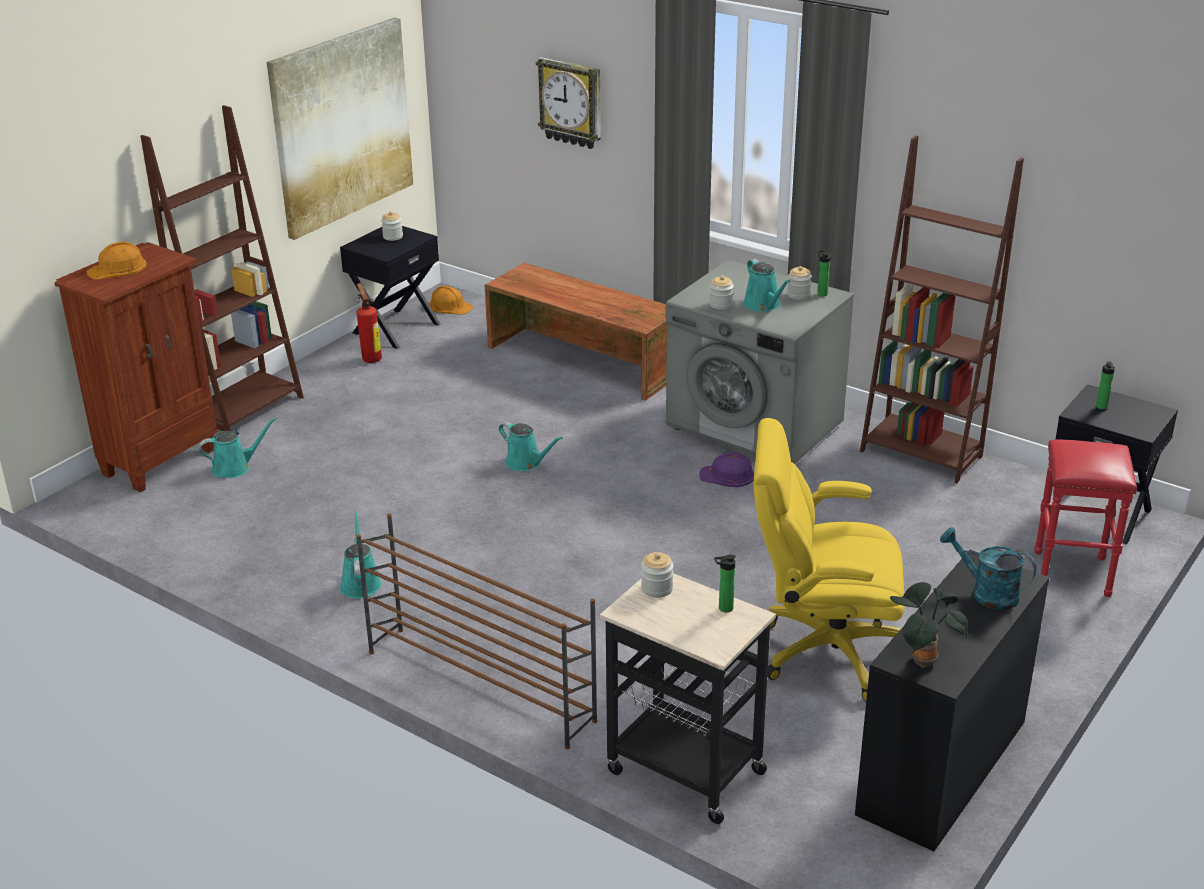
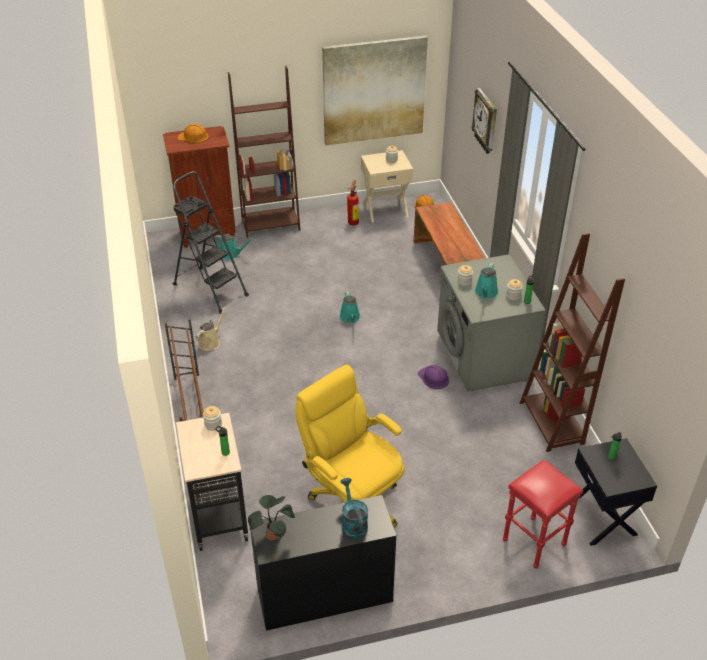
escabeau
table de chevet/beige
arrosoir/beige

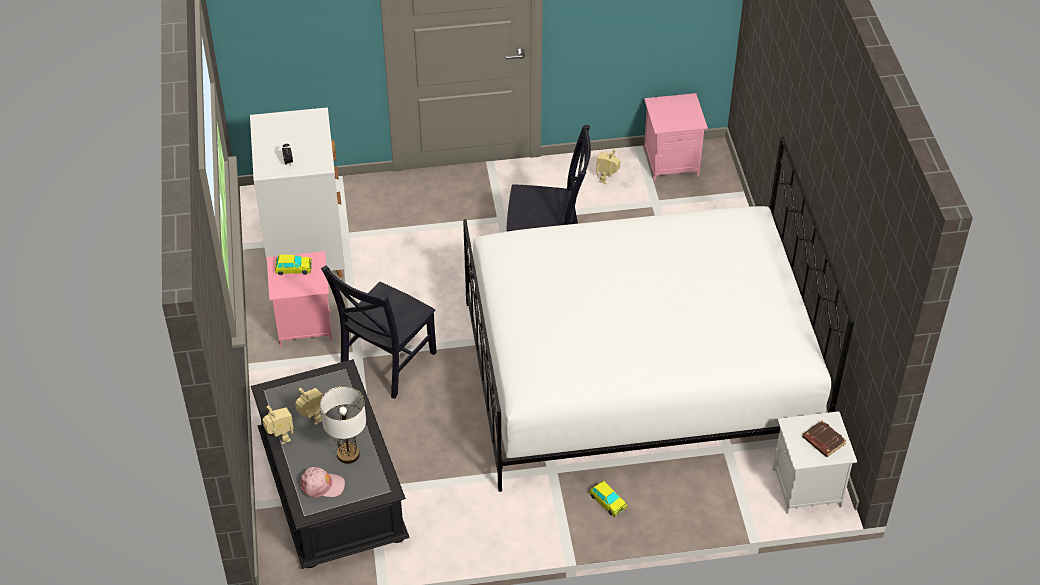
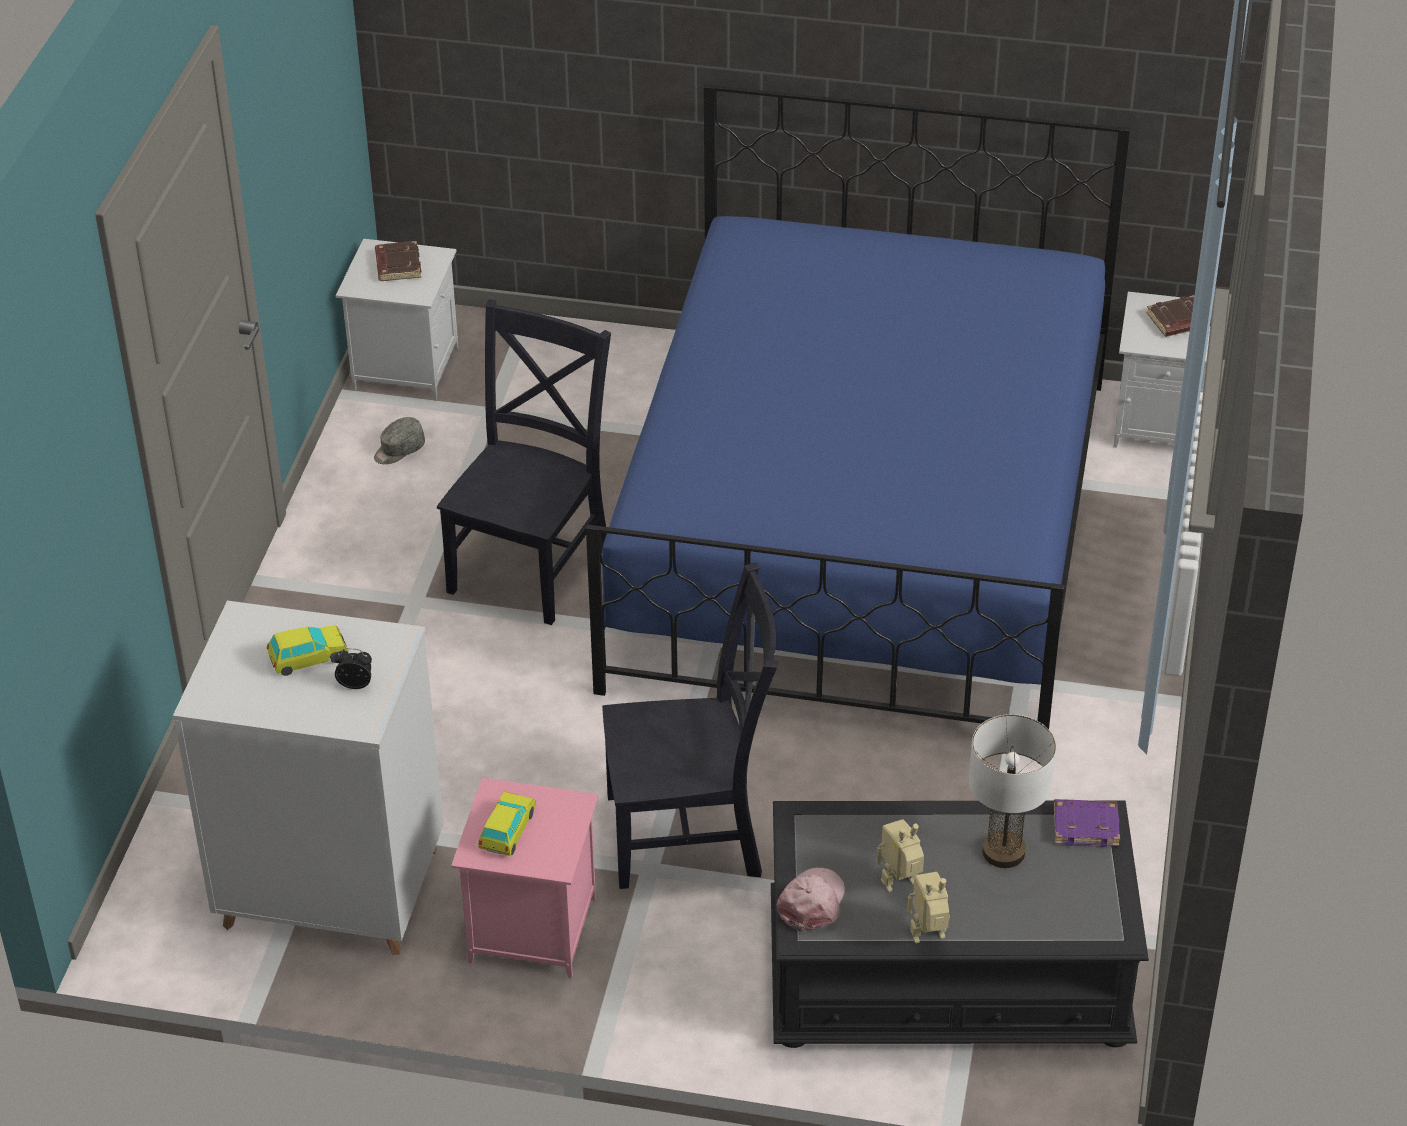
livre/marron (no. 1 from left)
livre/violet
casquette/rose
petite voiture (no. 1 from left)
casquette/gris
lit/bleu
table de chevet/gris (no. 1 from left)
chaise/noir (no. 2 from left)

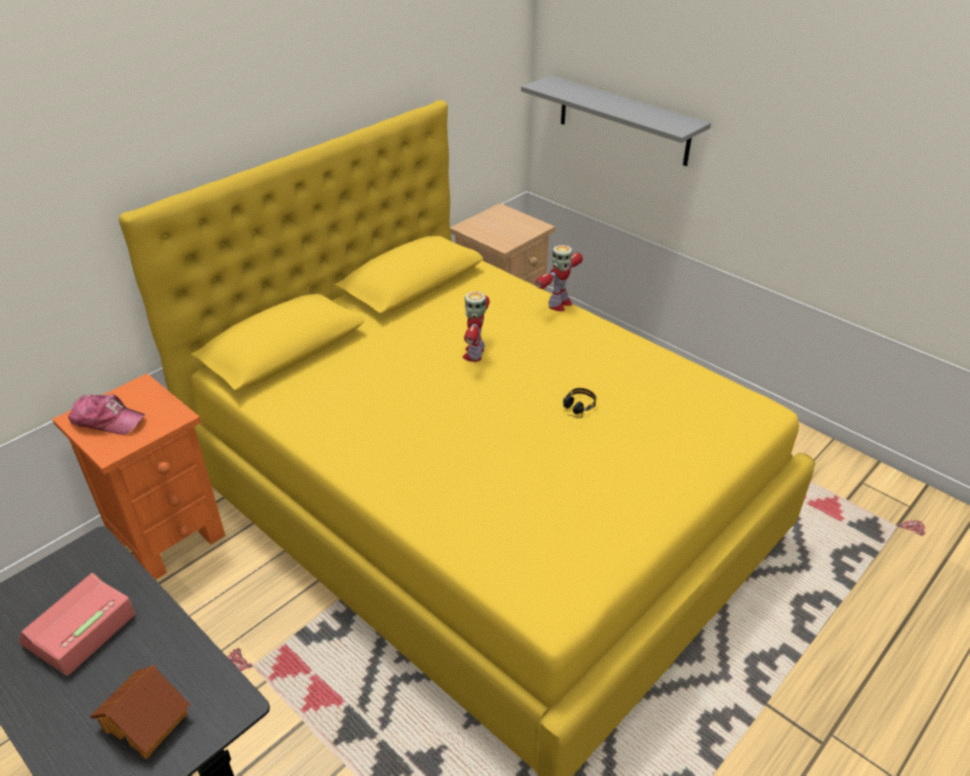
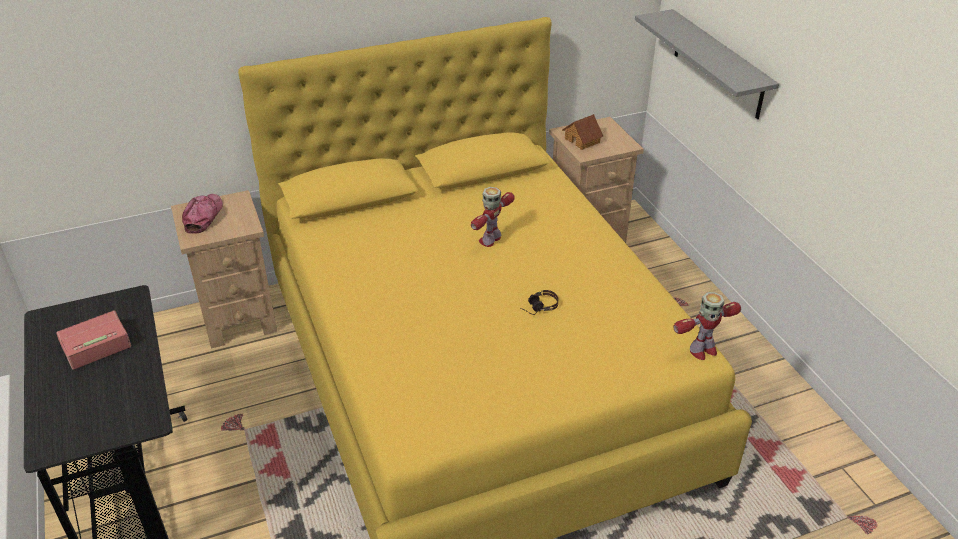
maison miniature
robot jouet (no. 2 from left)
table de chevet/beige (no. 1 from left)
casquette

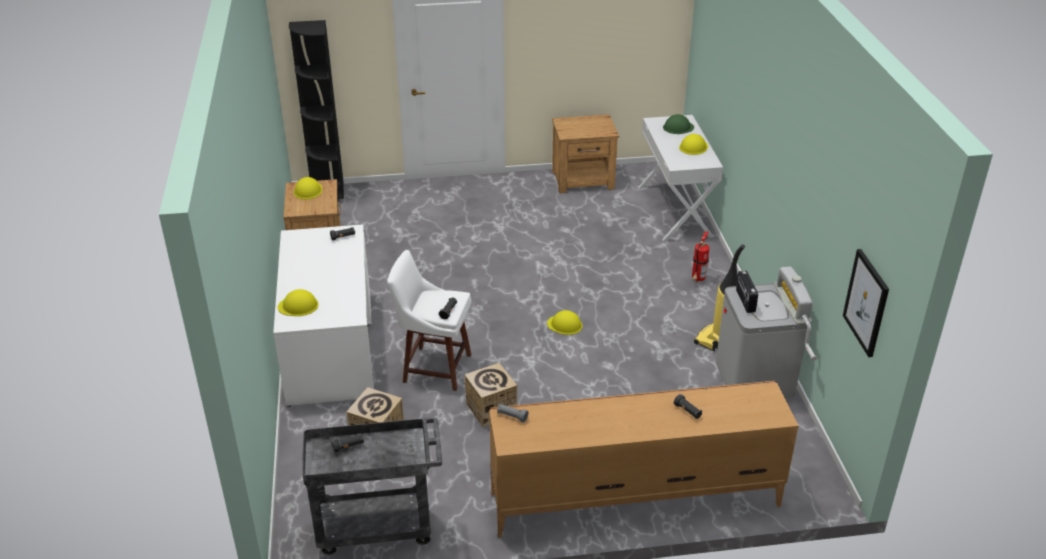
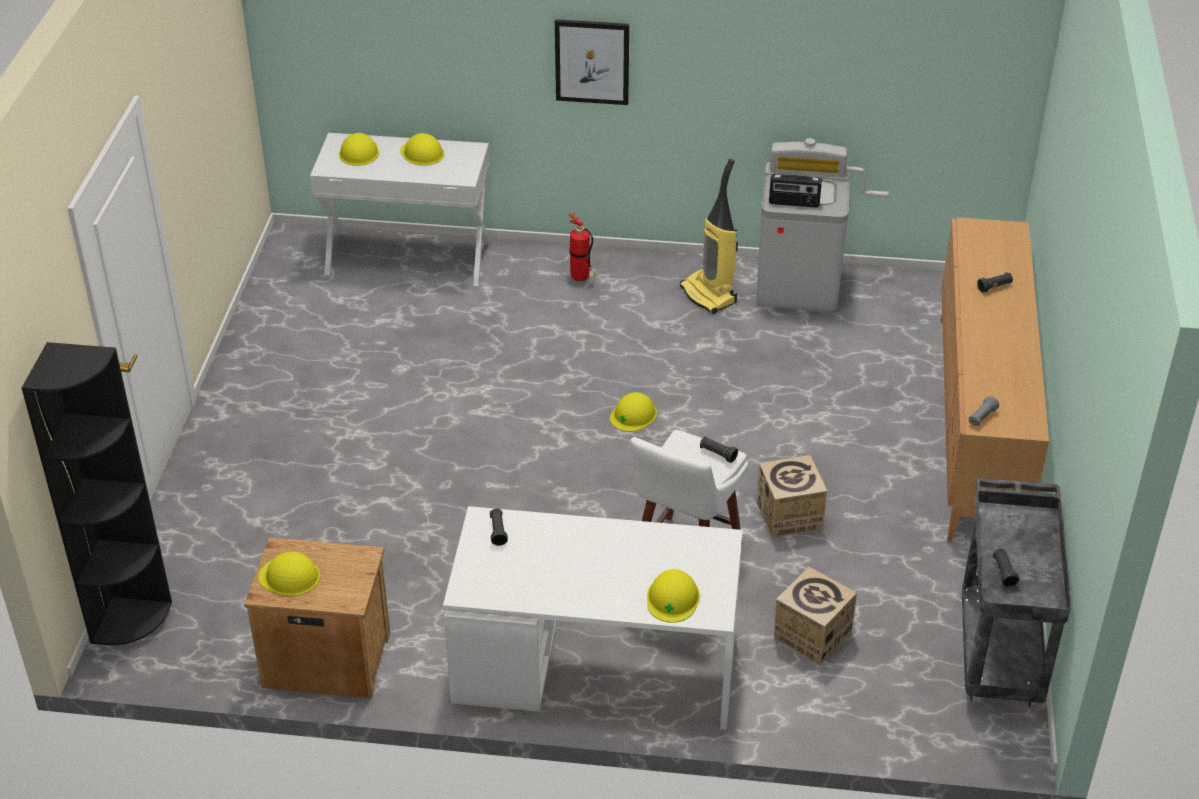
table de chevet/marron (no. 2 from left in the first image)
tableau
casque de chantier/jaune (no. 2 from left)

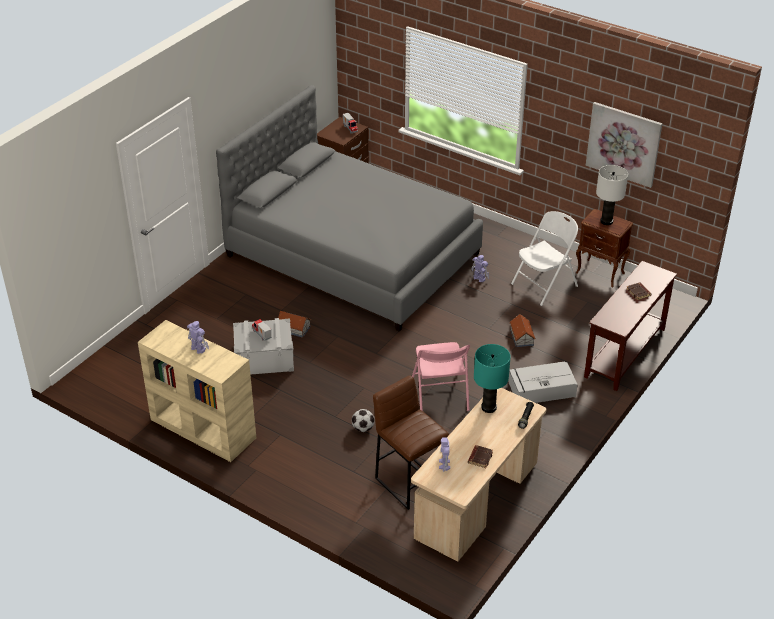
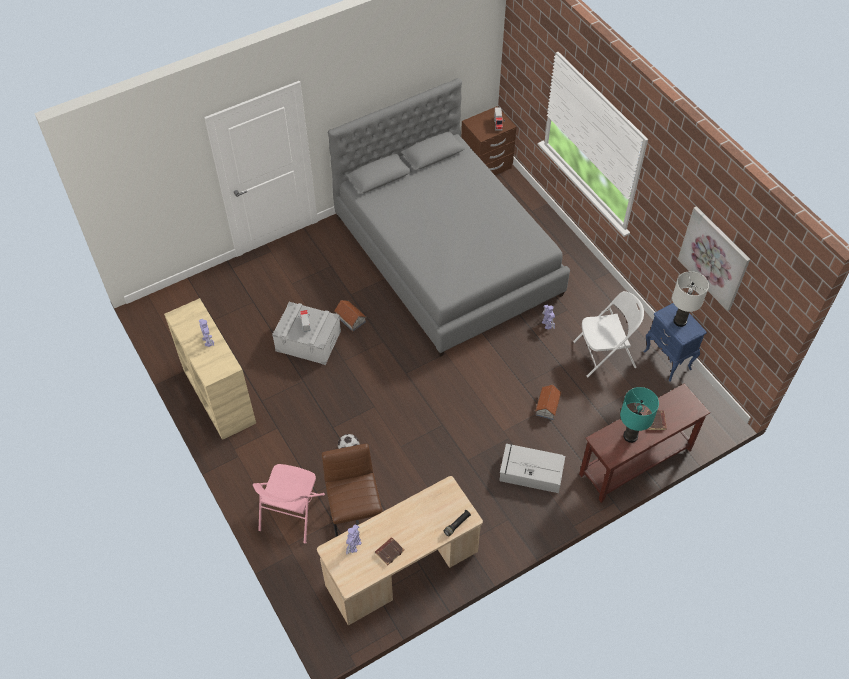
chaise/rose
lampe de table/turquoise
table de chevet/bleu

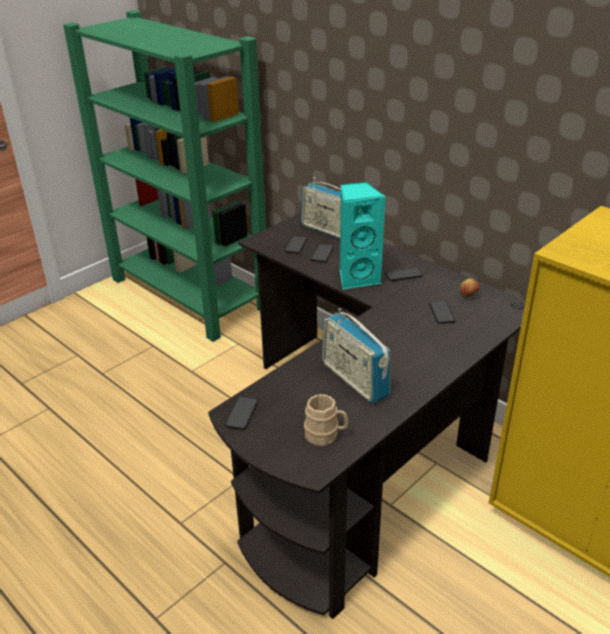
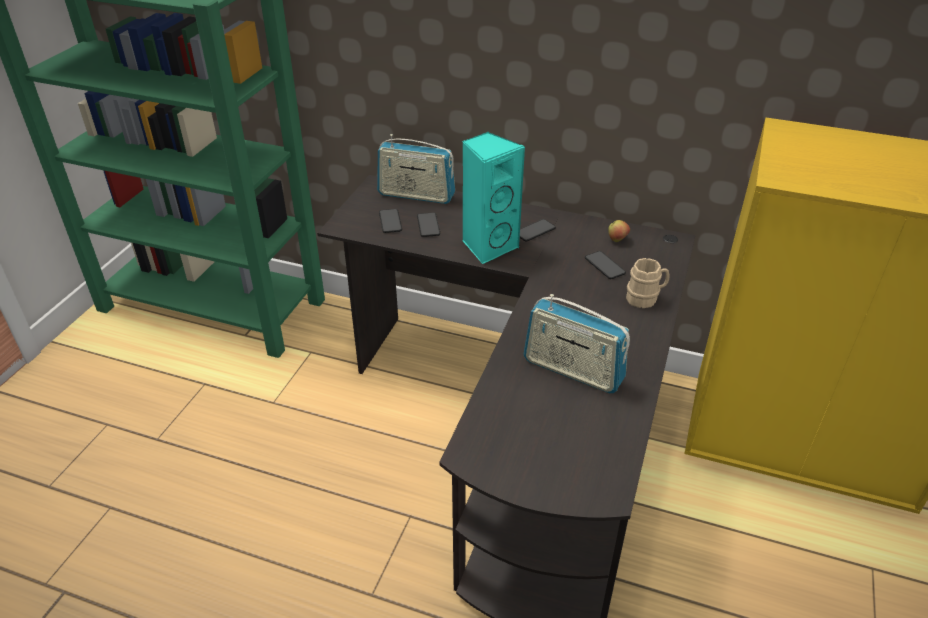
téléphone (no. 1 from left in the first image)
mug/beige

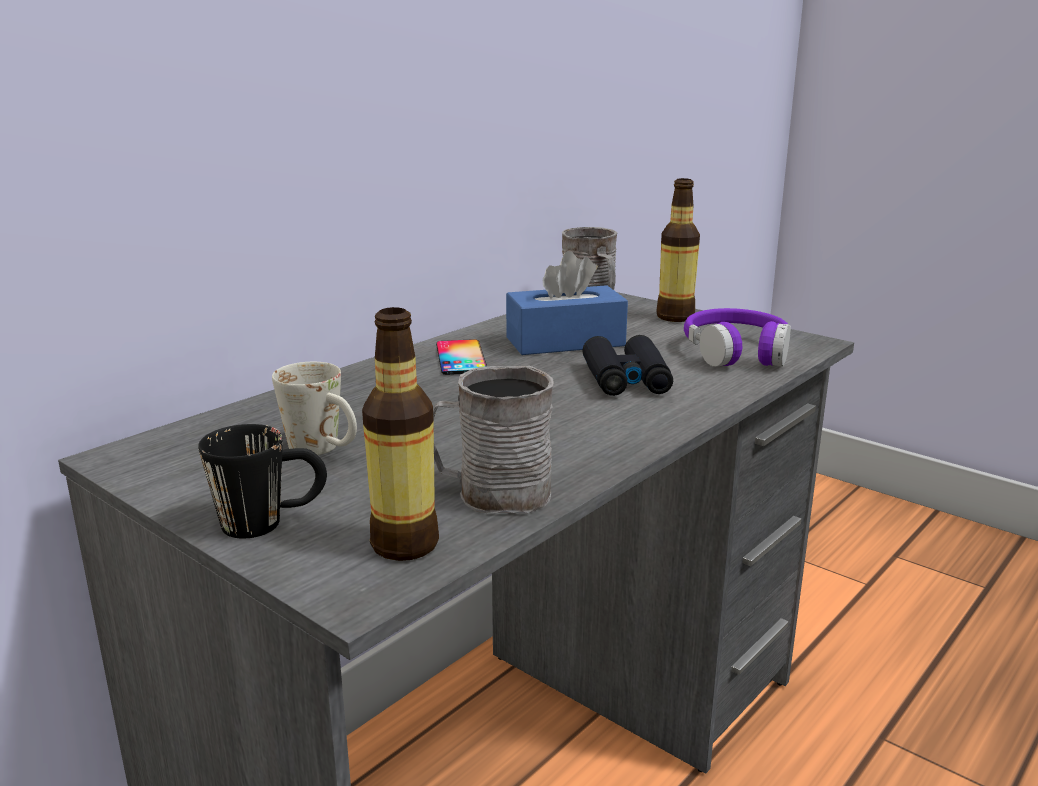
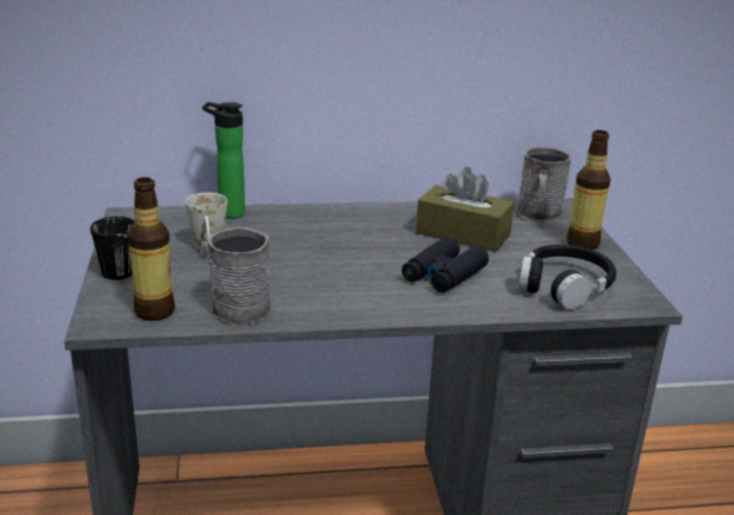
téléphone
bouteille (no. 2 from left)
boîte à mouchoirs/marron
casque audio/noir

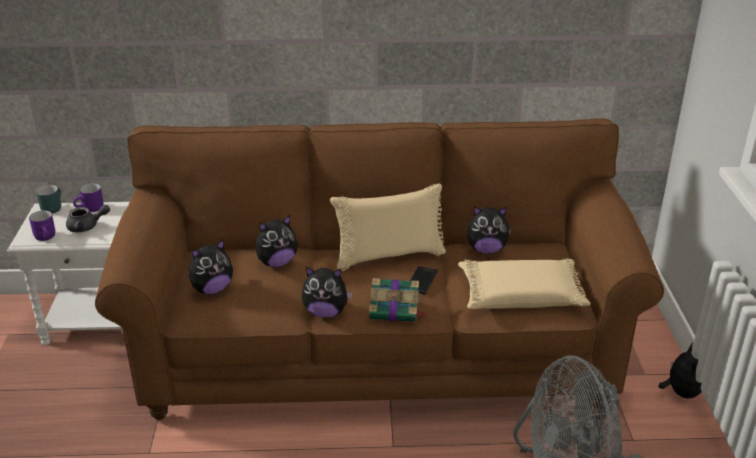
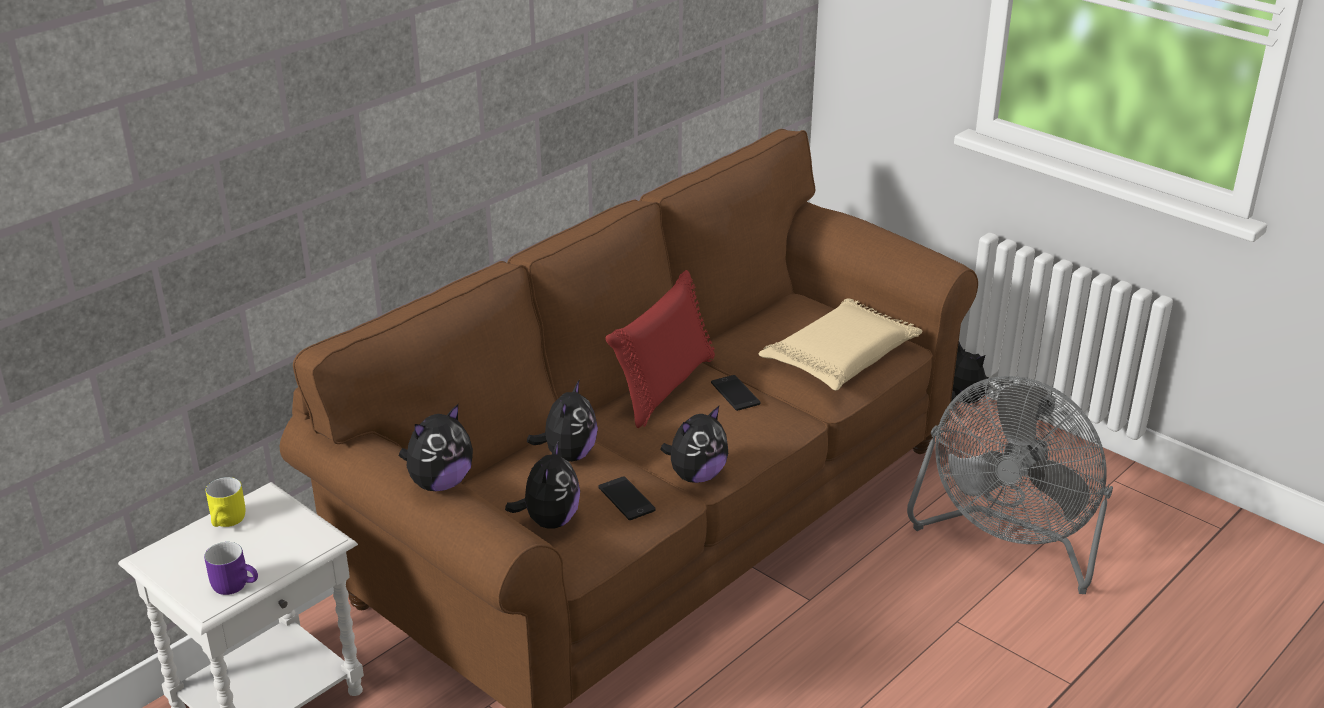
mug/turquoise
théière/gris
livre
téléphone (no. 1 from left)
peluche (no. 1 from left)
mug/jaune
coussin/rouge

